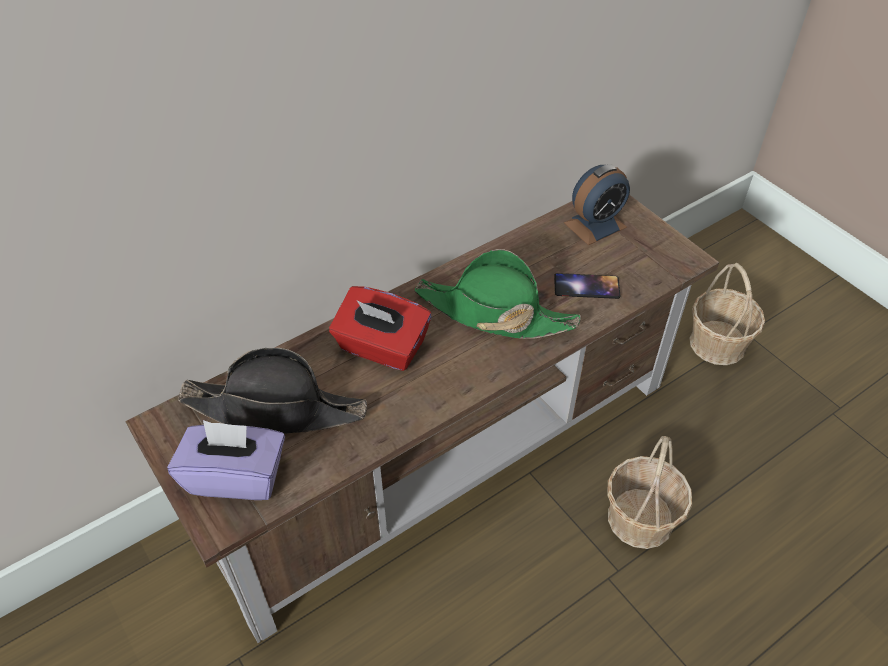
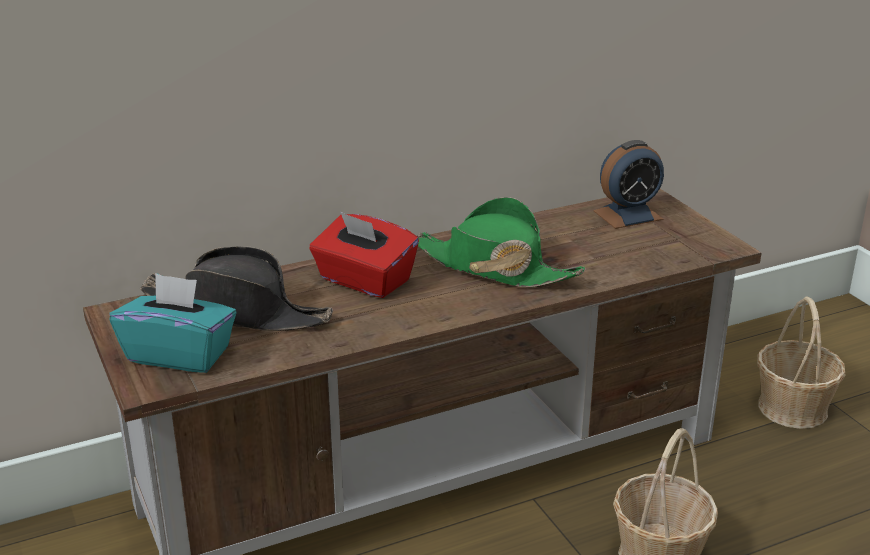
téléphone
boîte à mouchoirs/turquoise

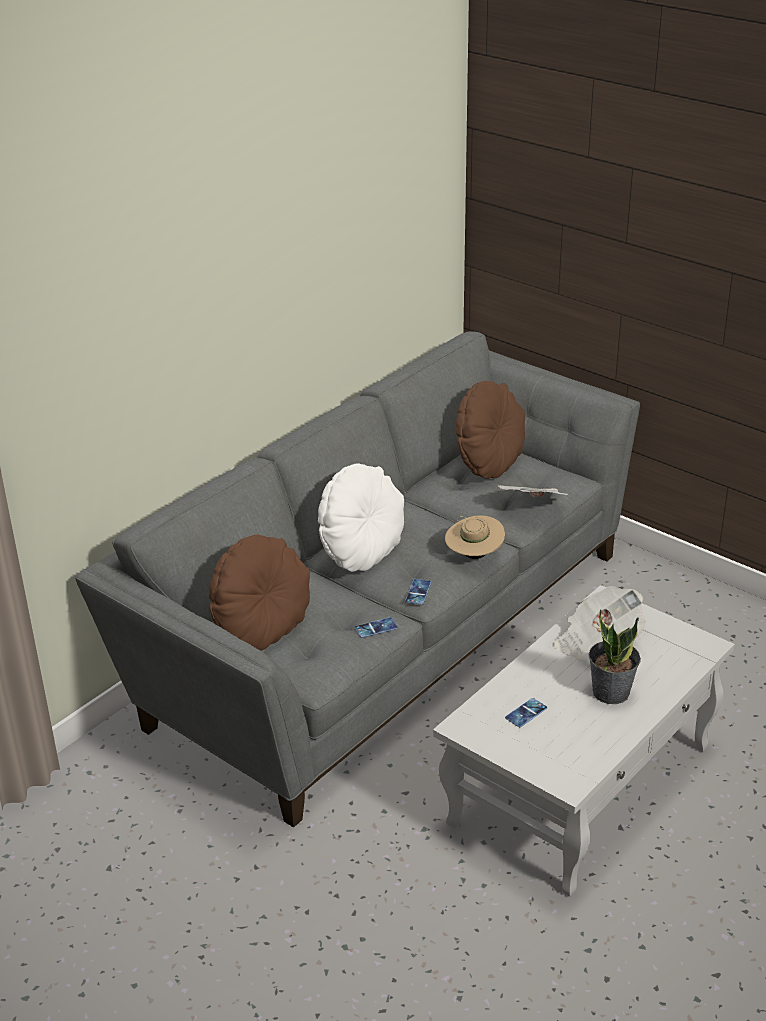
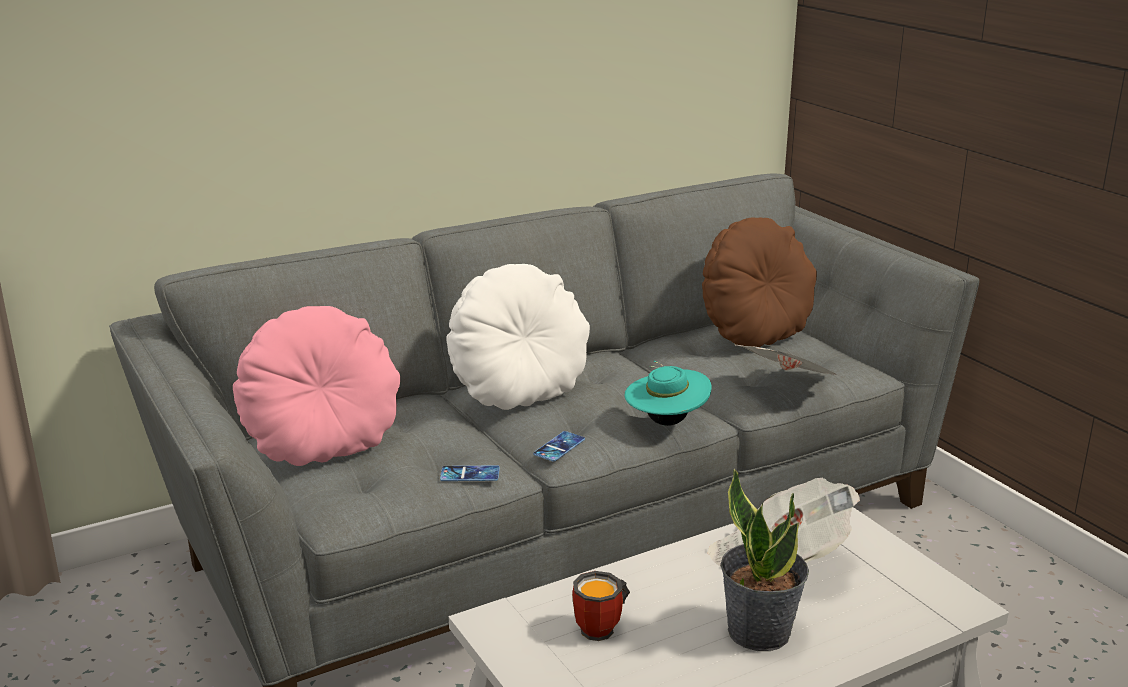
mug
coussin/rose
chapeau/turquoise

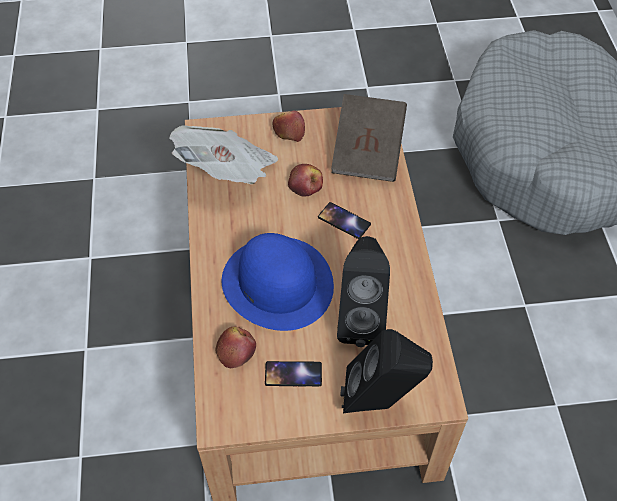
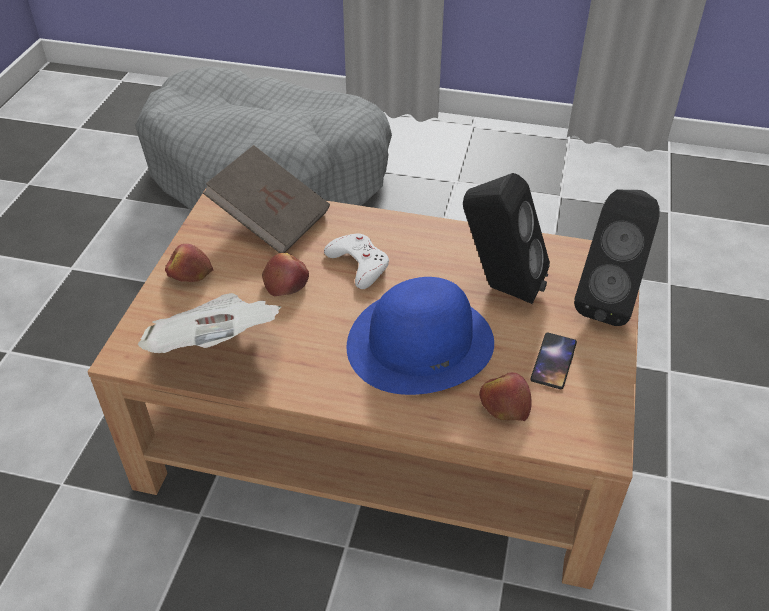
manette/blanc

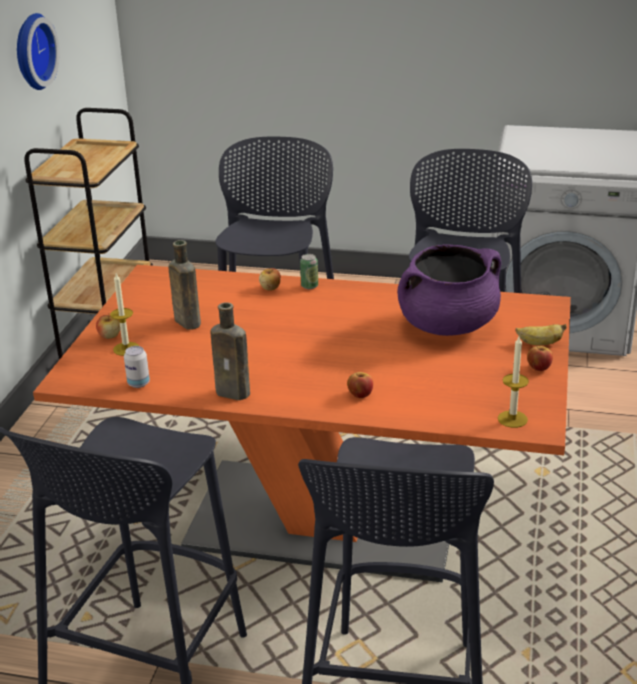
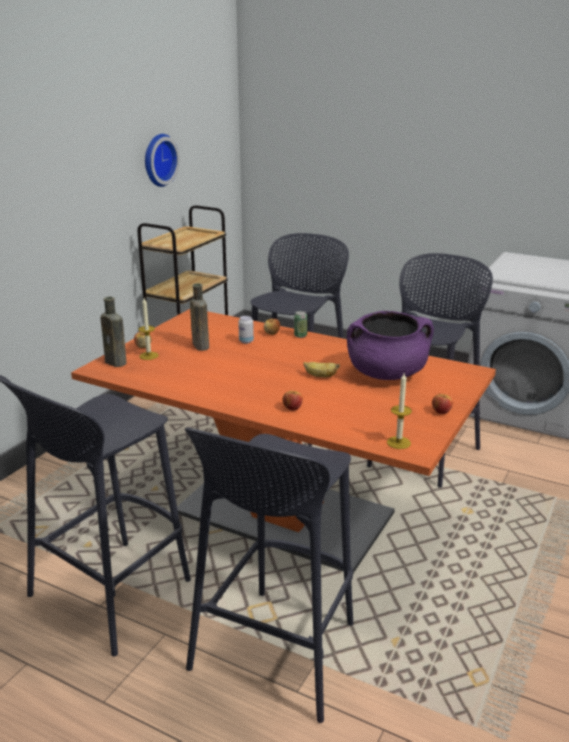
boîte métallique (no. 1 from left)
bouteille/marron (no. 1 from left)
banane

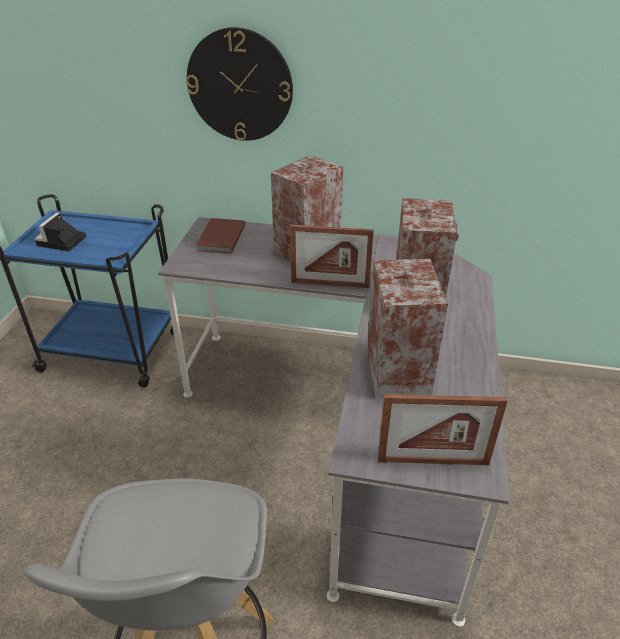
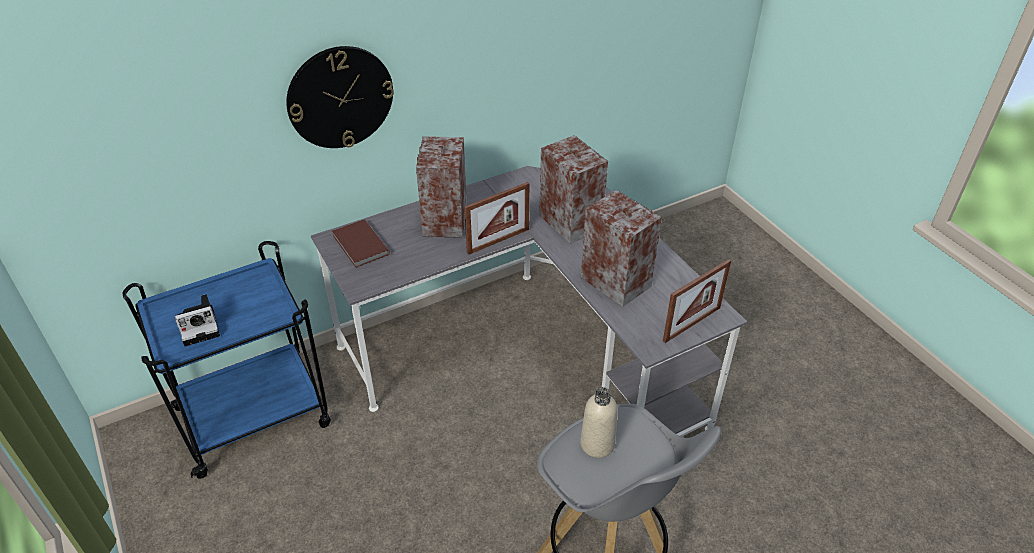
bouteille/beige
appareil photo

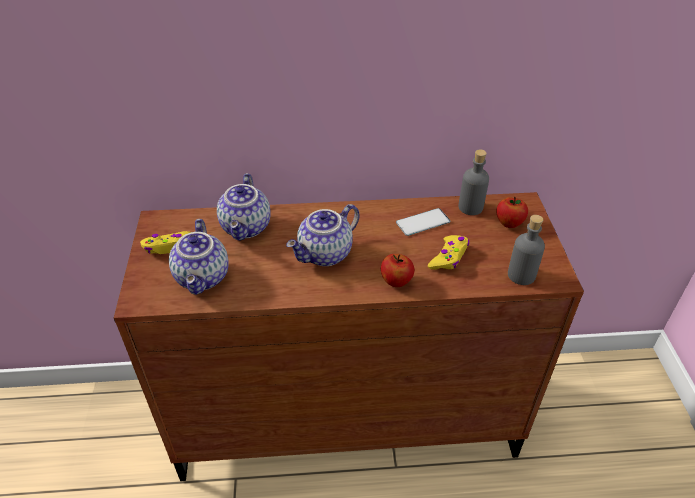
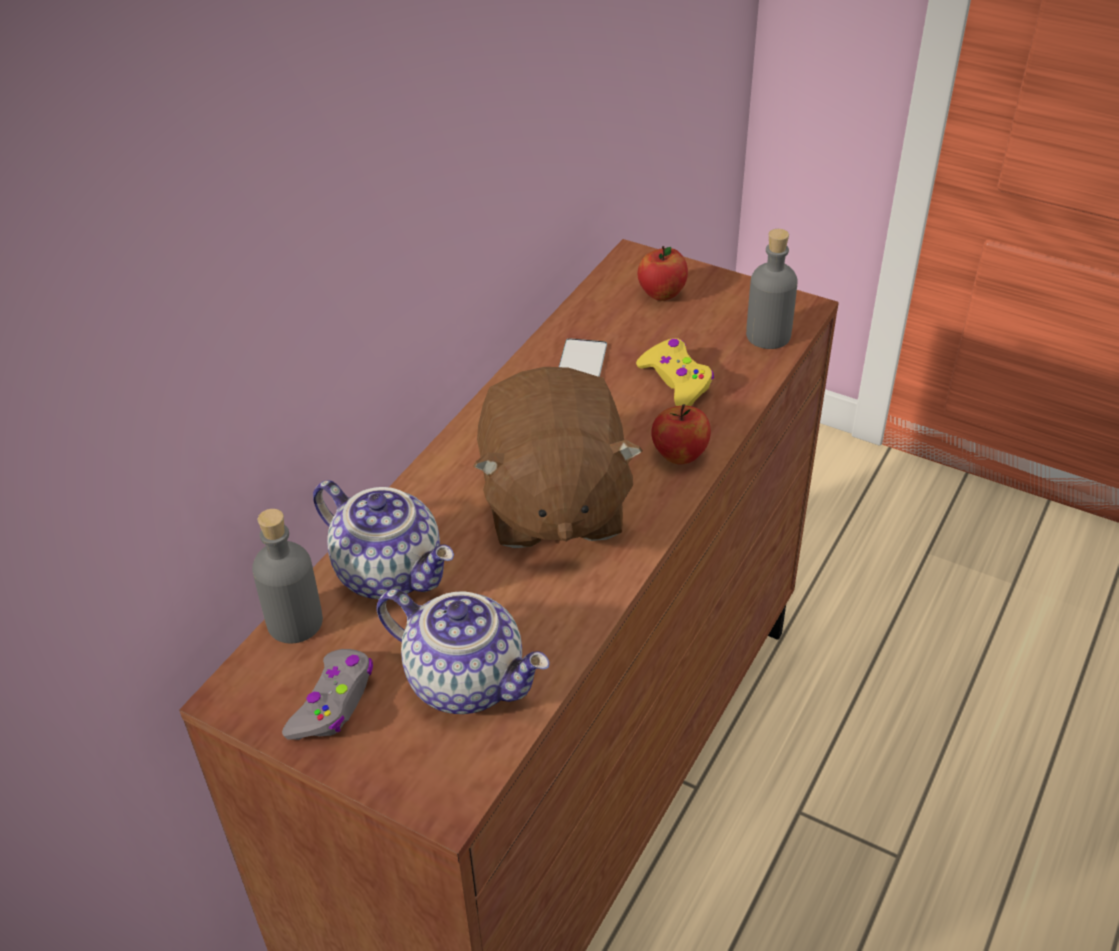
bouteille/gris (no. 1 from left)
peluche/marron
manette/gris

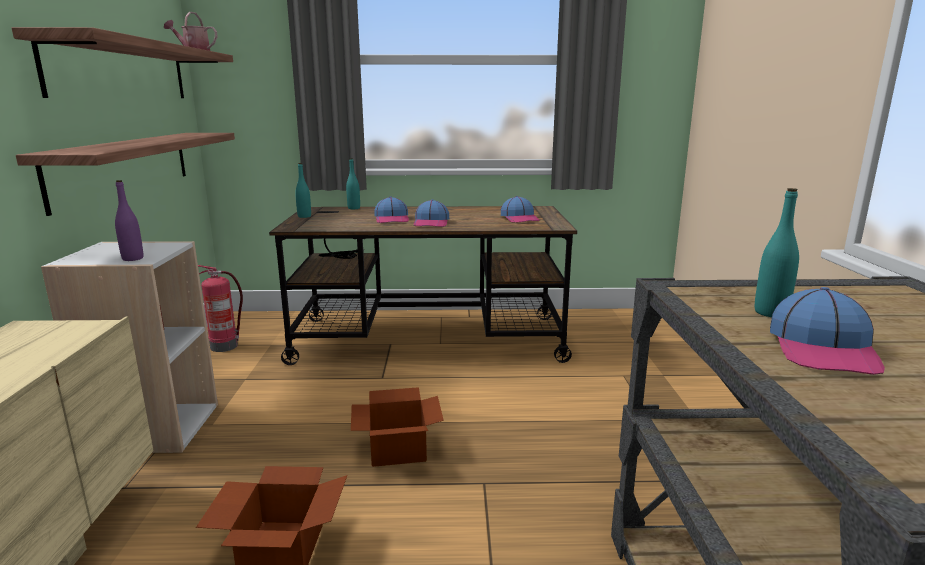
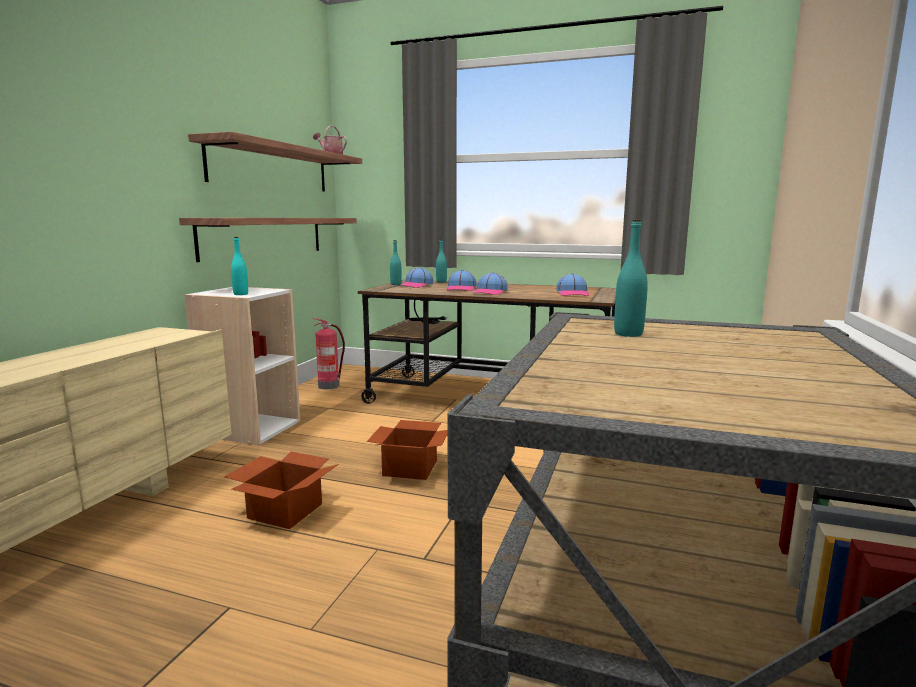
casquette (no. 1 from left)
bouteille/turquoise (no. 1 from left)

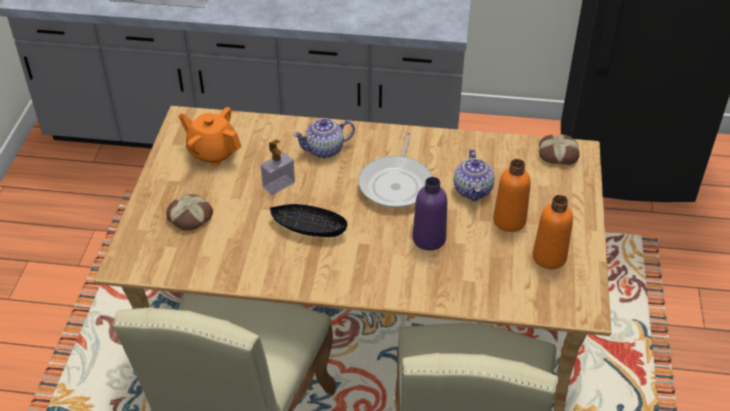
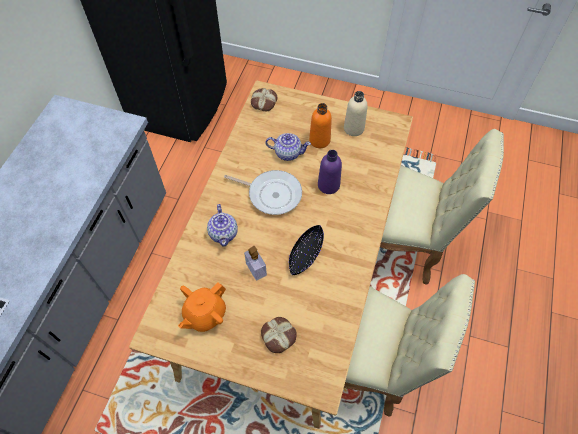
bouteille/beige

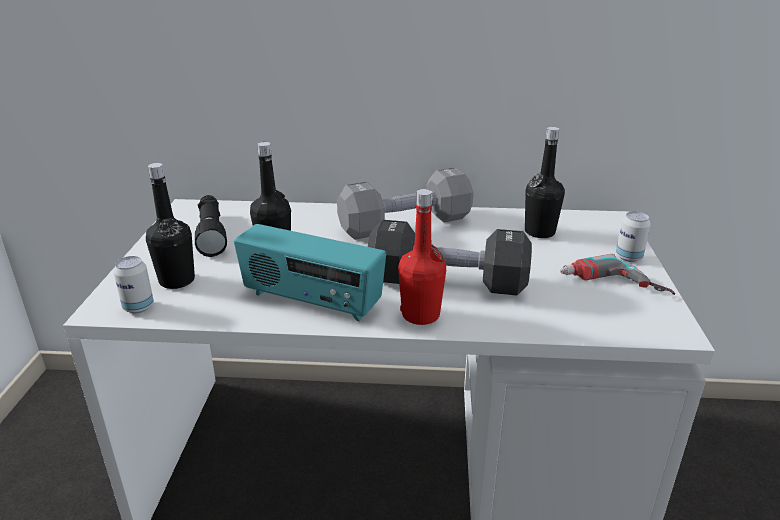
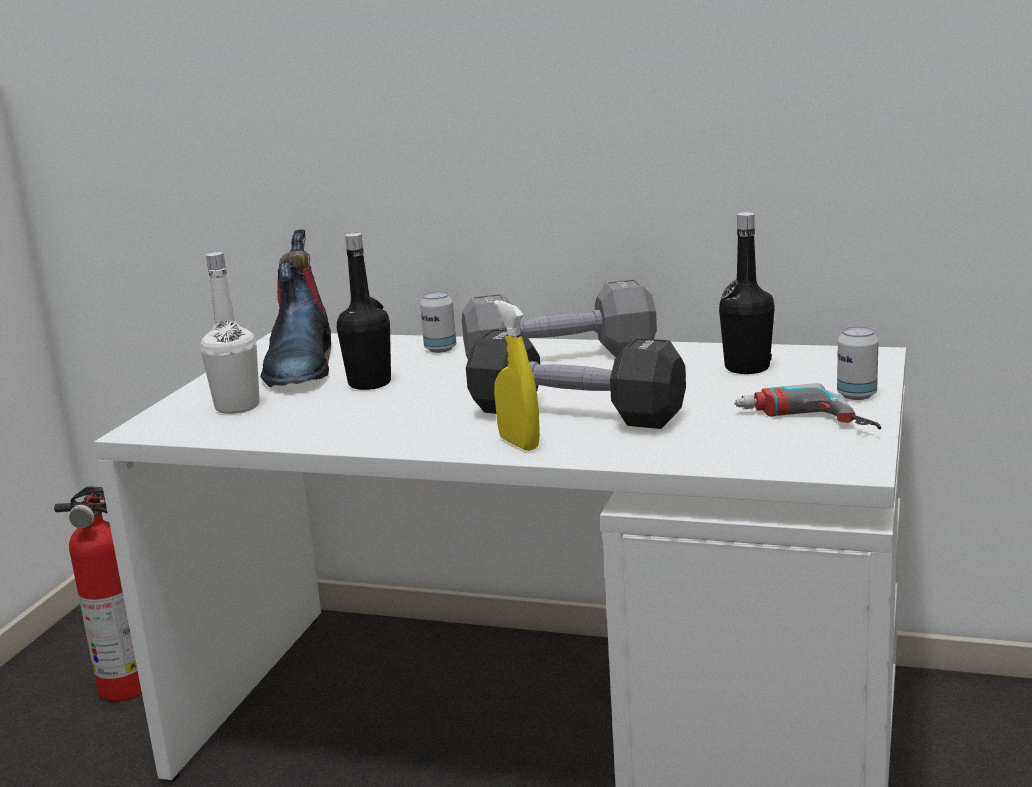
radio
extincteur
boîte métallique (no. 1 from left)
botte
vaporisateur/jaune
bouteille/blanc

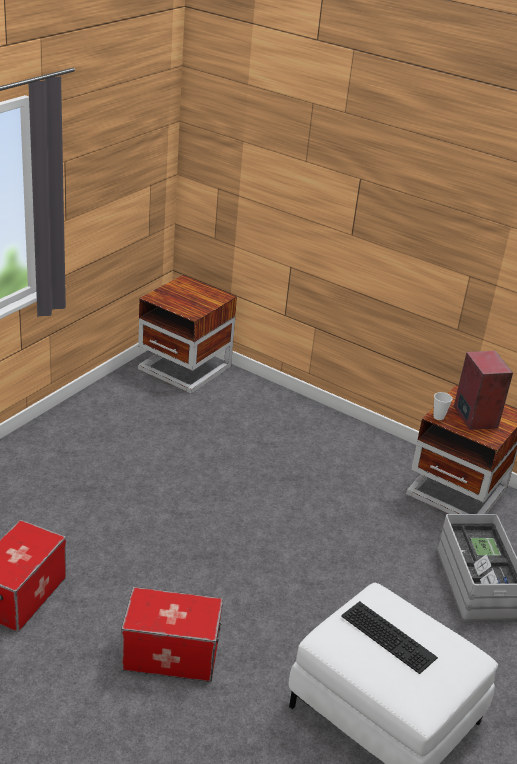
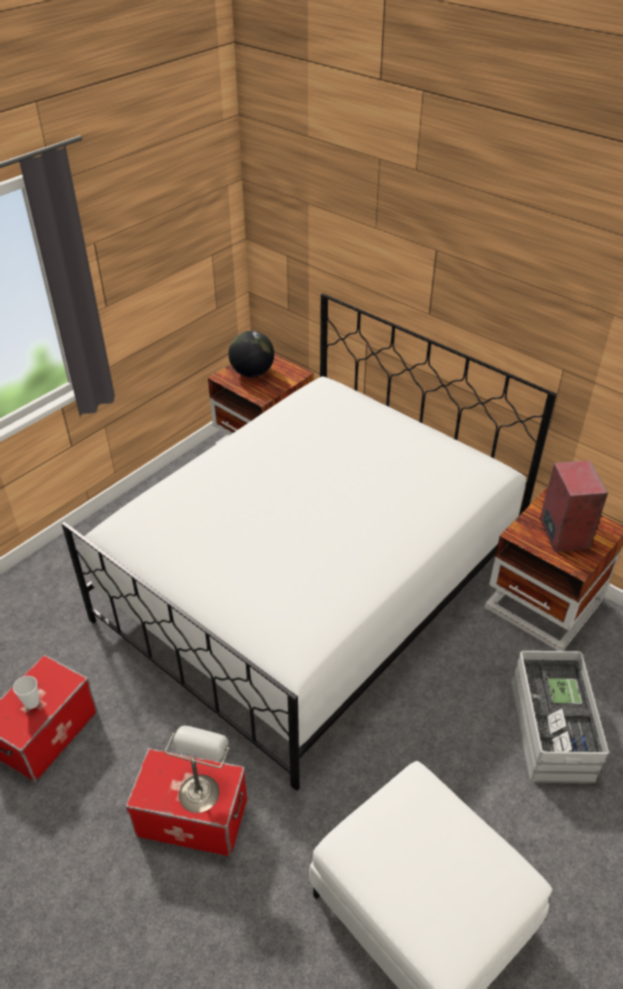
clavier
lit/blanc
lampe de table/blanc
globe
tasse

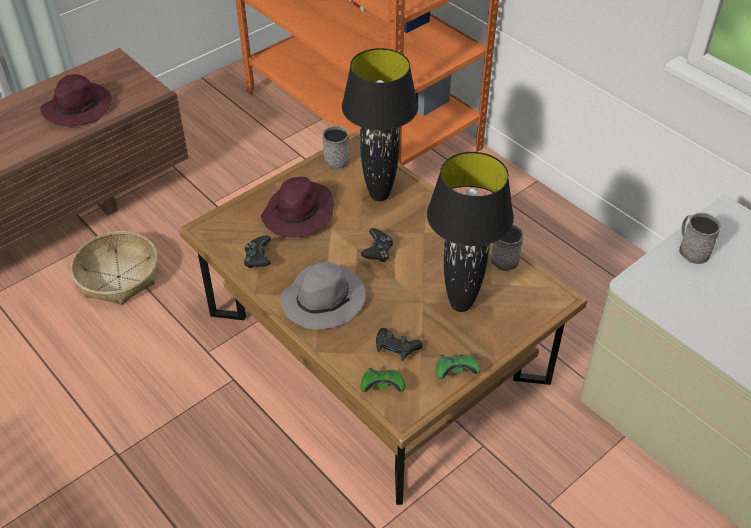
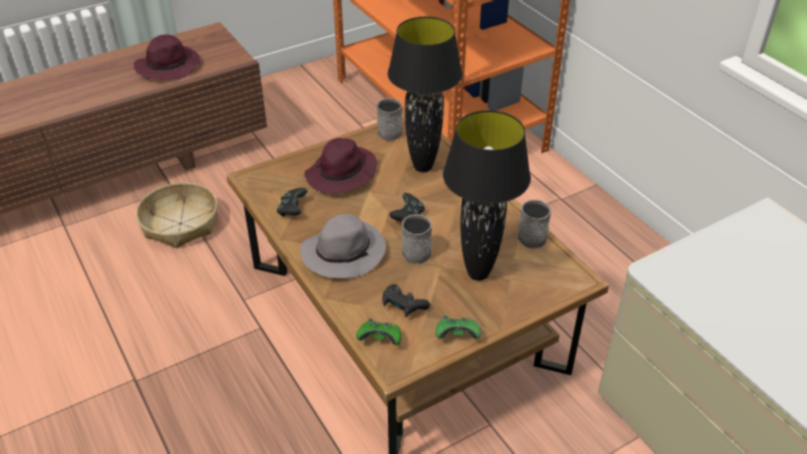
mug/gris (no. 2 from left)

